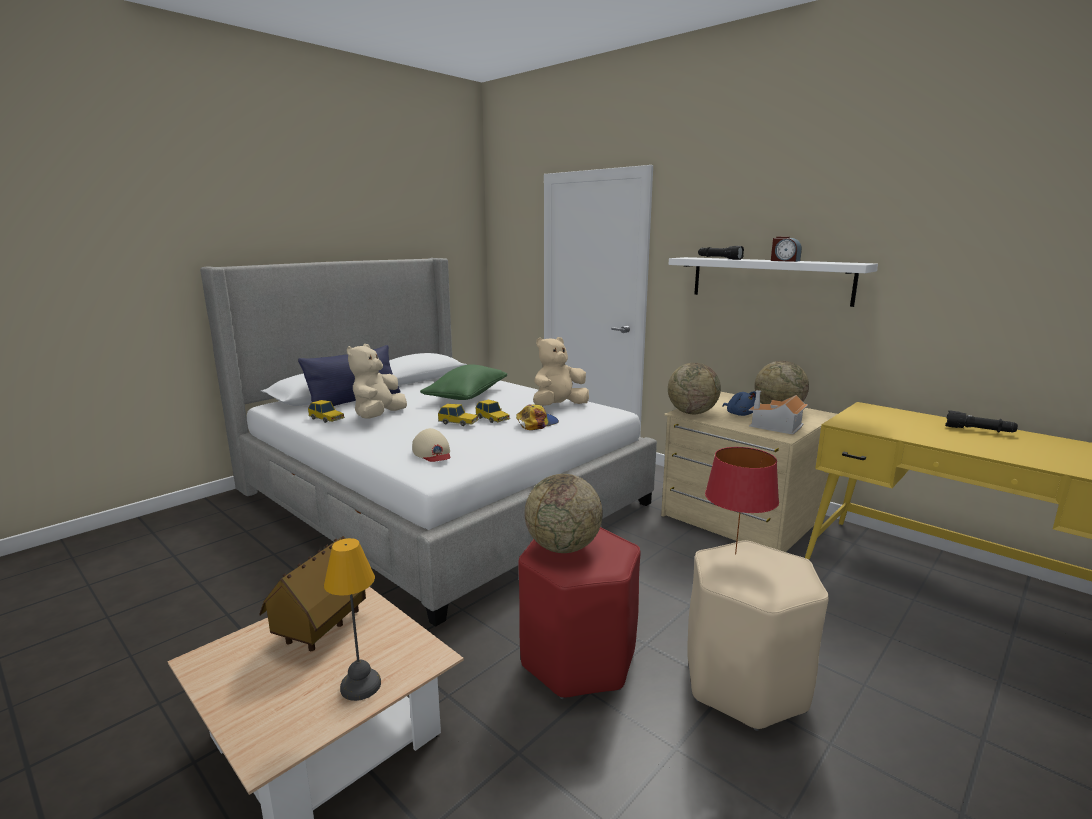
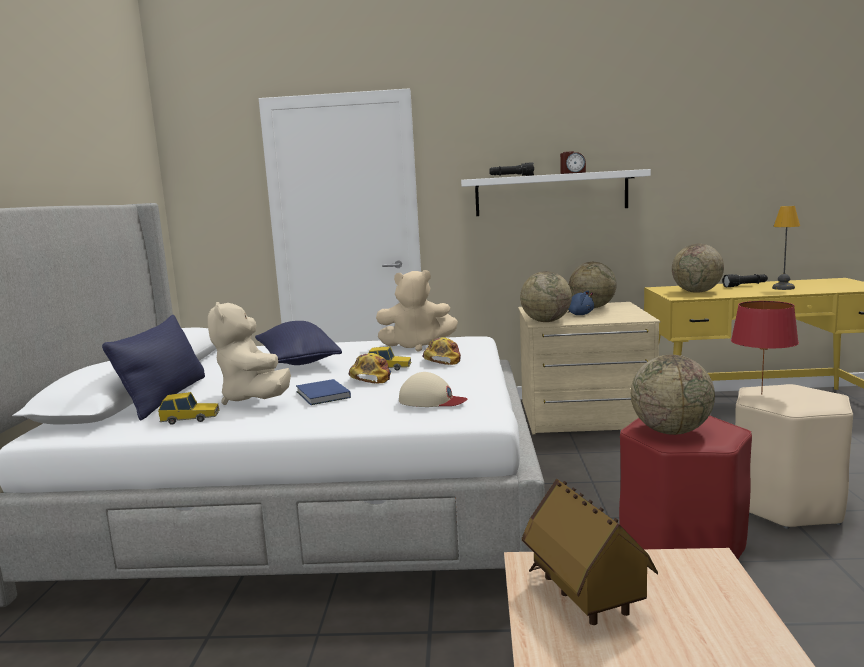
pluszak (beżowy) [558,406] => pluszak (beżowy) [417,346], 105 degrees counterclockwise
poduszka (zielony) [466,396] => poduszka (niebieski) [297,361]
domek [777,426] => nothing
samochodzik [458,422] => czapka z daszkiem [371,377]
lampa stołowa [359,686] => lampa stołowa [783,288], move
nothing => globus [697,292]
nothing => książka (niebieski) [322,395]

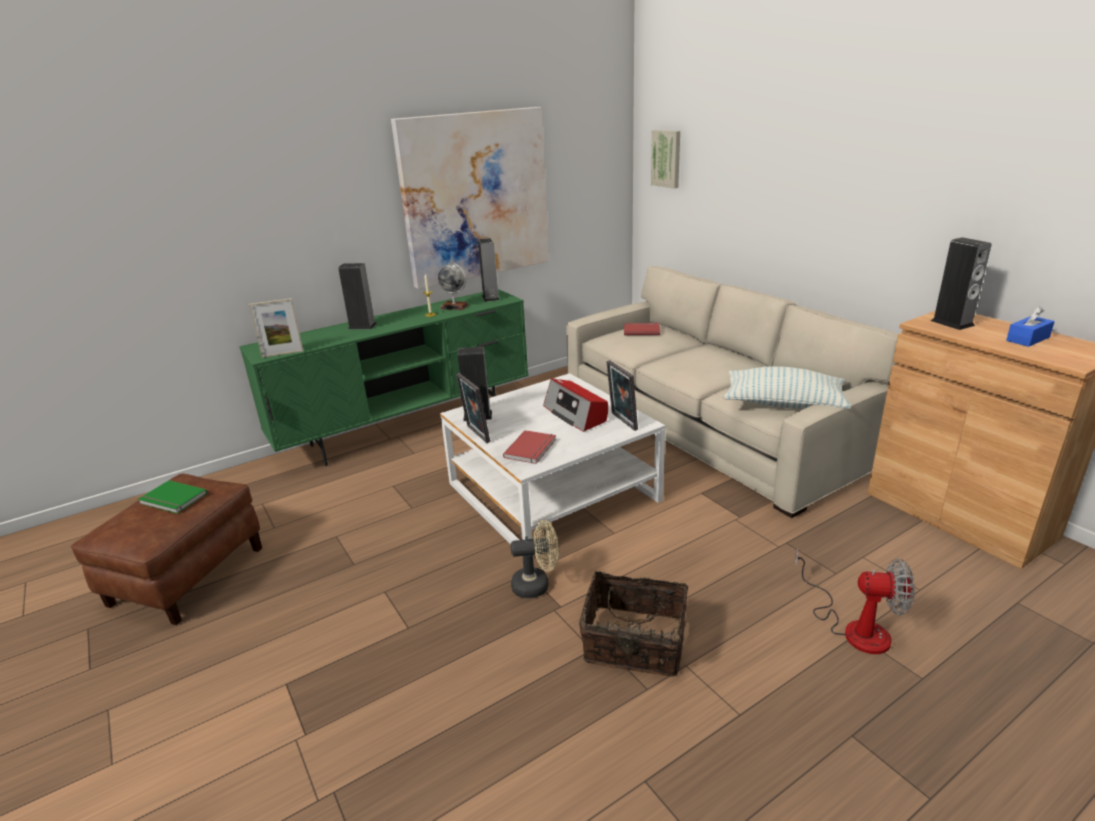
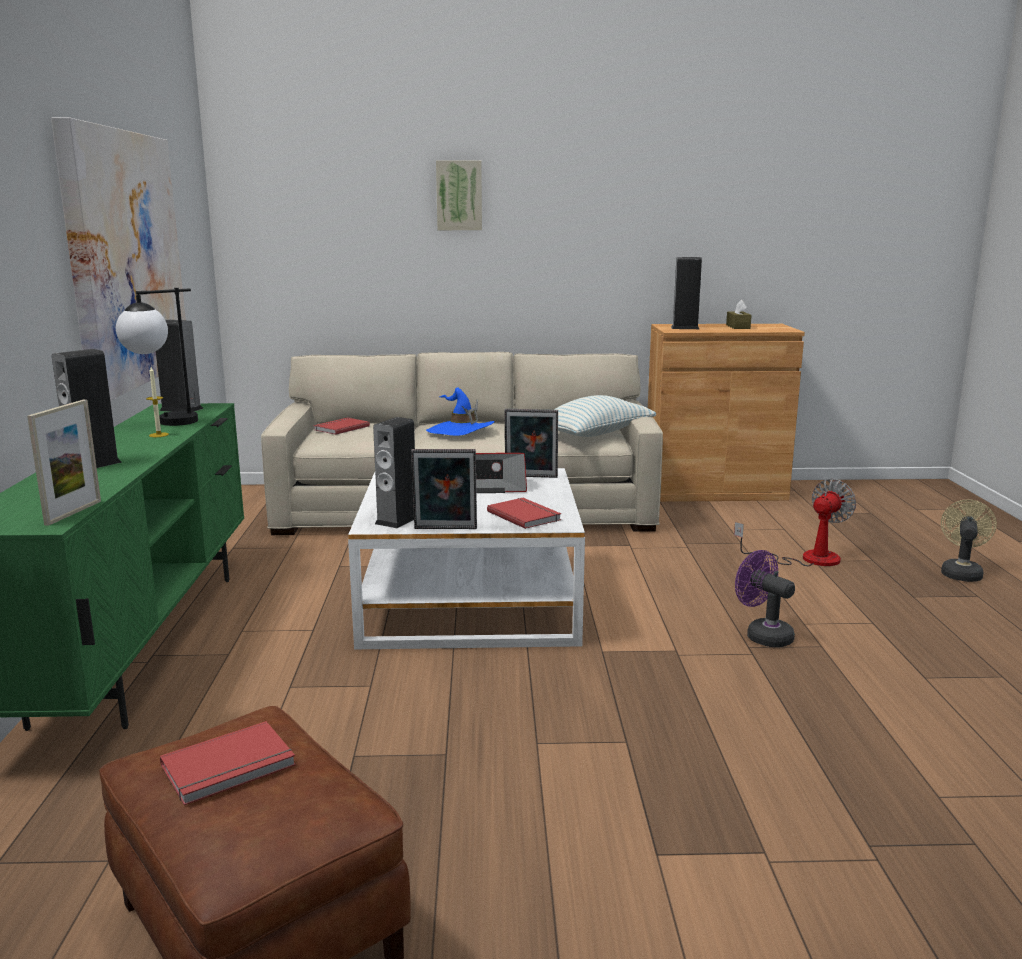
obraz [667,158] => obraz [459,195], move
globus [454,307] => lampa stołowa [163,424]
pudełko chusteczek (niebieski) [1027,339] => pudełko chusteczek (brązowy) [738,327]
książka (zielony) [172,500] => książka (czerwony) [230,767]
wentylator (beżowy) [537,585] => wentylator (beżowy) [961,572], move
koszyk [634,646] => wentylator (fioletowy) [763,635]
nothing => kapelusz (niebieski) [460,431]

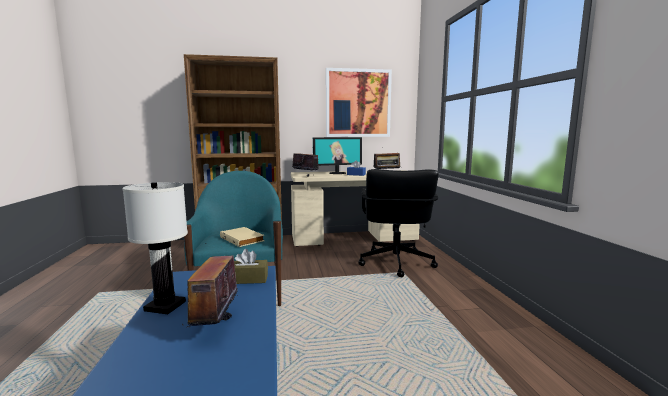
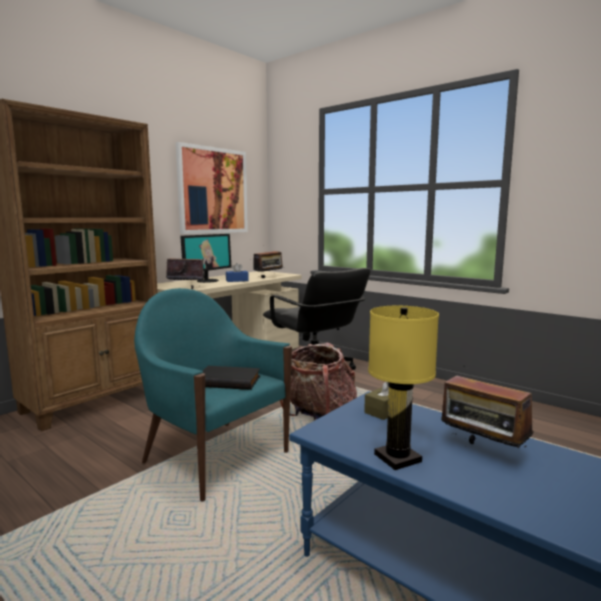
lampa stołowa (biały) [165,306] => lampa stołowa (żółty) [398,458]
książka (beżowy) [243,239] => książka (czarny) [229,381]
nothing => plecak [319,416]

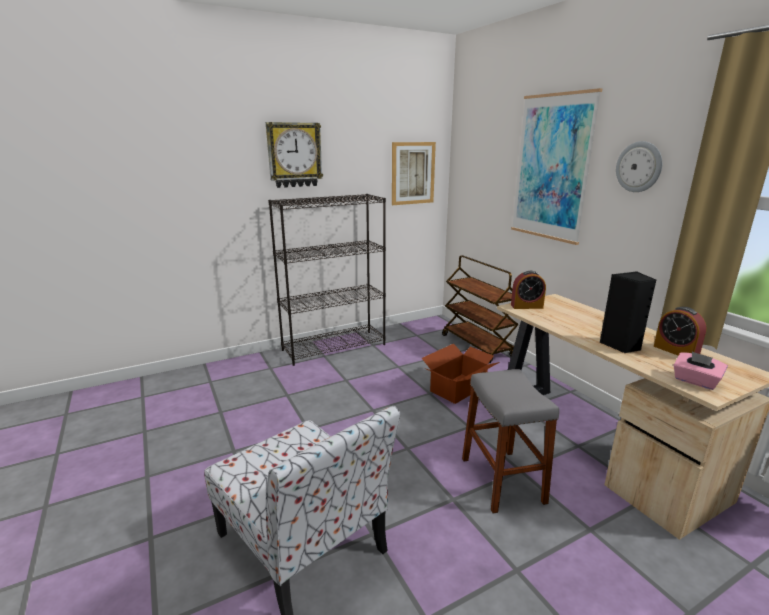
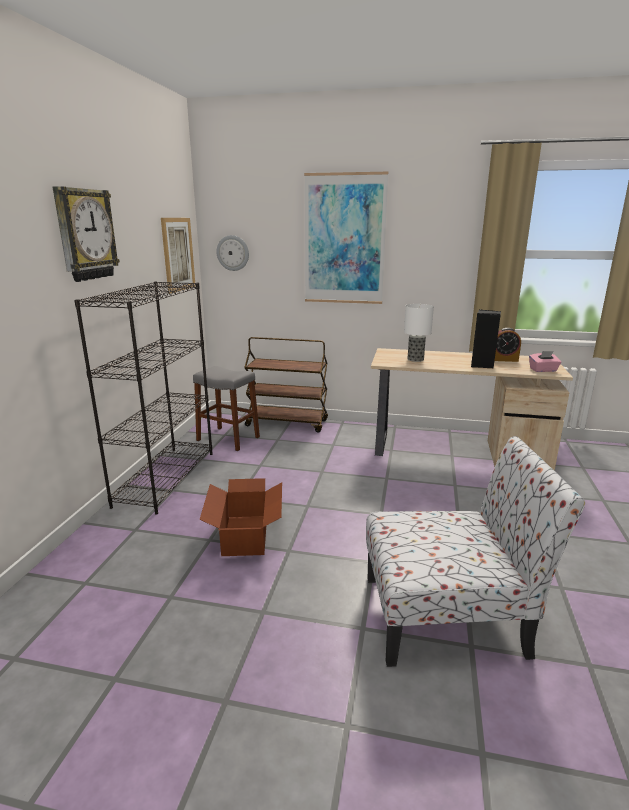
zegar ścienny [639,167] => zegar ścienny [233,253], move
budzik [526,306] => nothing
karton [459,388] => karton [246,535], move
stołek (szary) [502,480] => stołek (szary) [228,439], move
nothing => lampa stołowa [416,359]

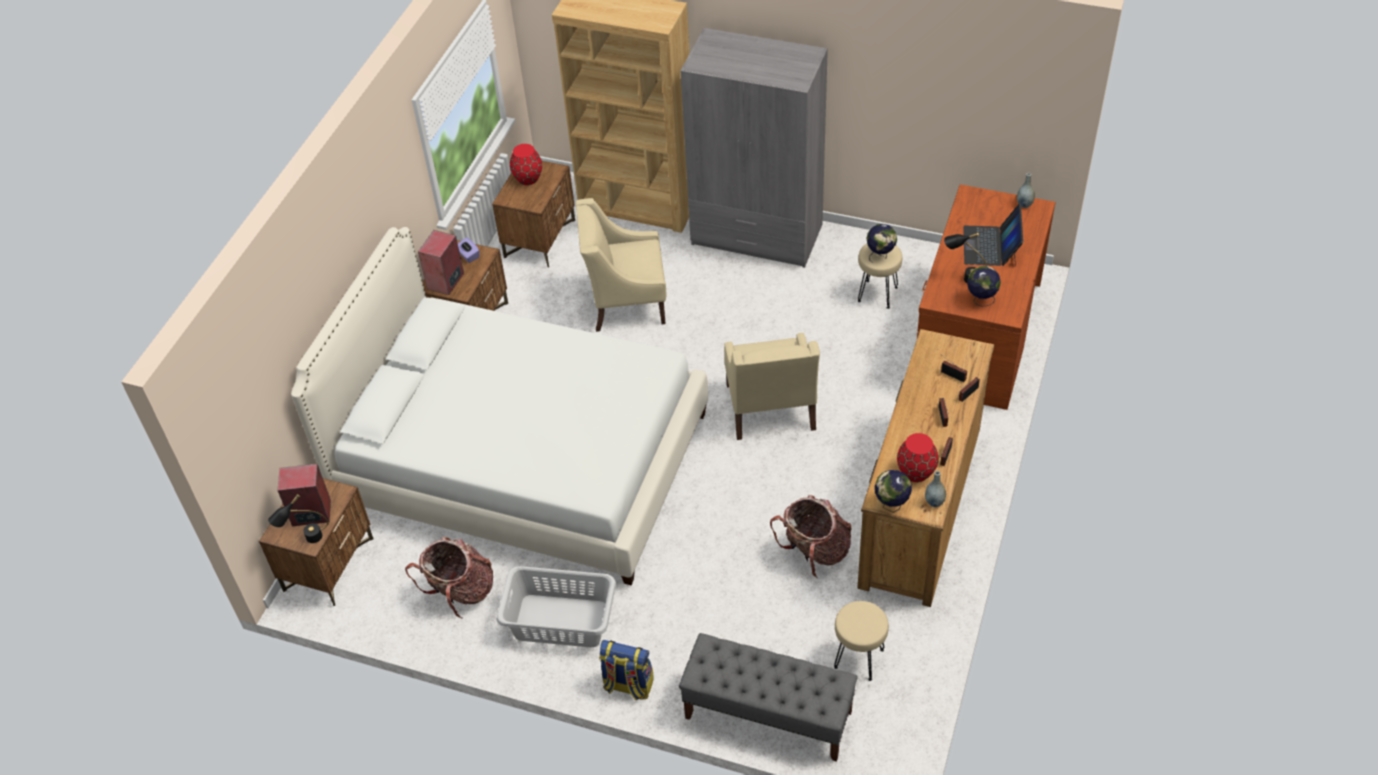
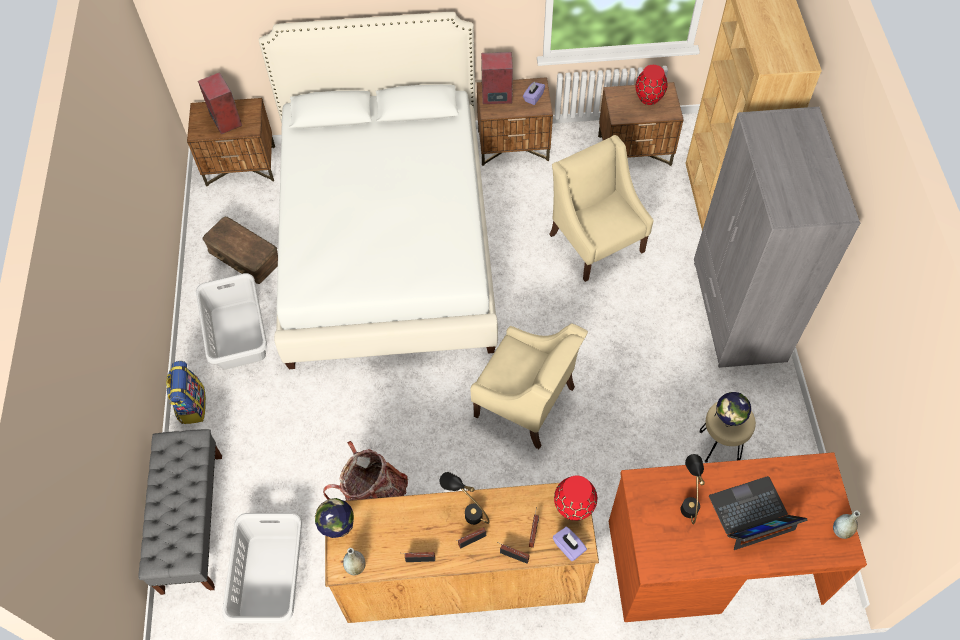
globus [981,300] => nothing
fotel (beżowy) [770,408] => fotel (beżowy) [525,402], 120 degrees counterclockwise
wazon (czerwony) [915,472] => wazon (czerwony) [574,506], move
lampa stołowa (czarny) [306,540] => lampa stołowa (czarny) [466,511], move
plecak [460,592] => pojemnik do przechowywania (brązowy) [243,256]
stołek (beżowy) [858,658] => kosz na pranie (szary) [271,577]
nothing => pudełko chusteczek (fioletowy) [569,547]

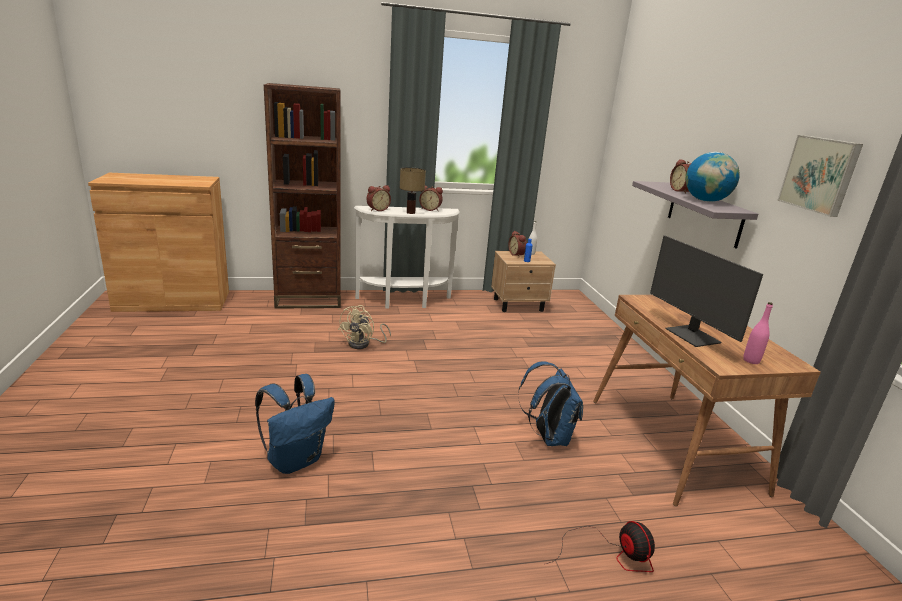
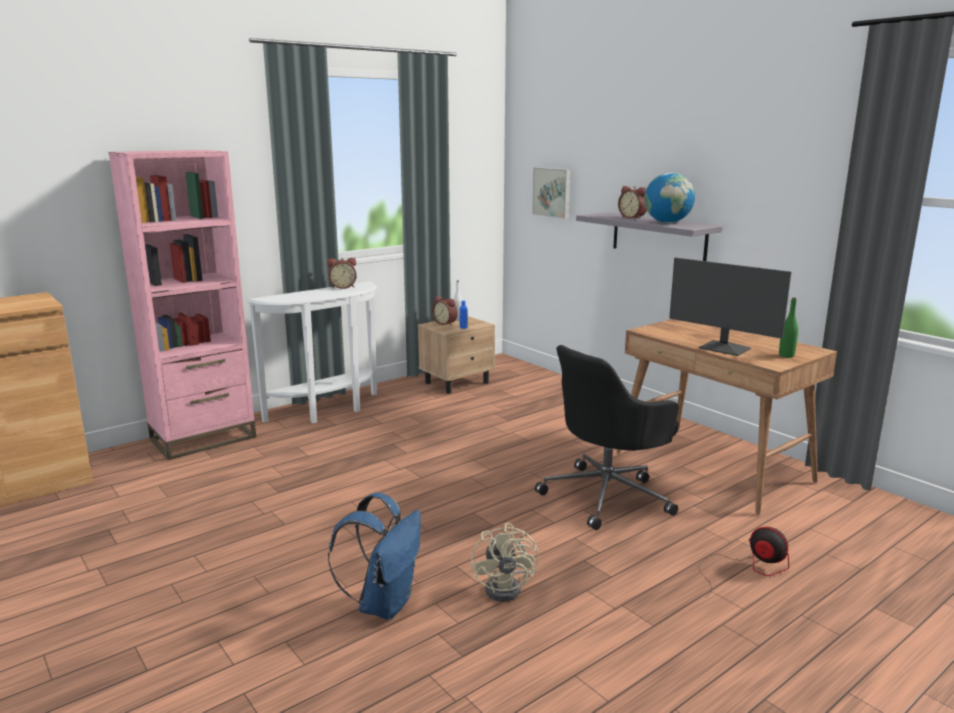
regał (brązowy) [308,299] => regał (różowy) [203,438]
obraz [820,174] => obraz [553,192], move
lampa stołowa [411,212] => nothing
budzik [377,209] => nothing
butelka (różowy) [751,360] => butelka (zielony) [786,355]
wentylator (beżowy) [363,344] => wentylator (beżowy) [508,587], move
plecak (niebieski) [548,437] => krzesło biurowe (czarny) [607,495]

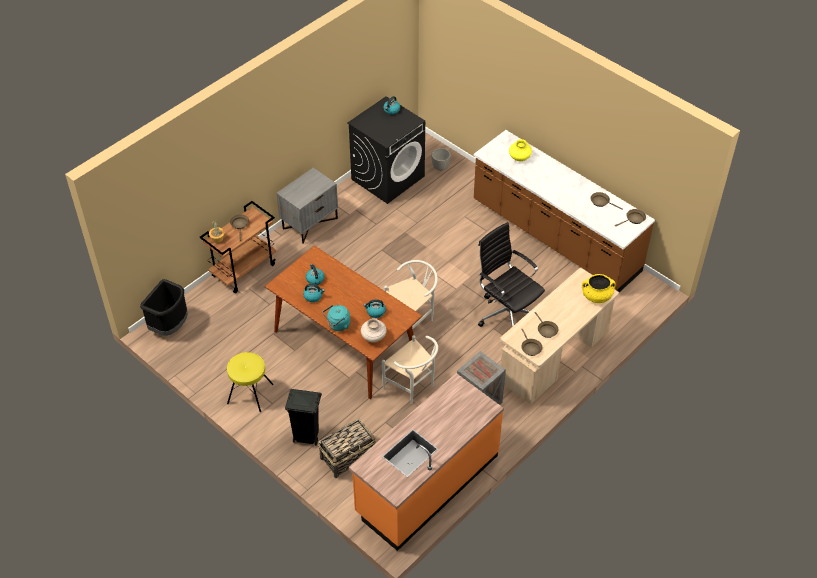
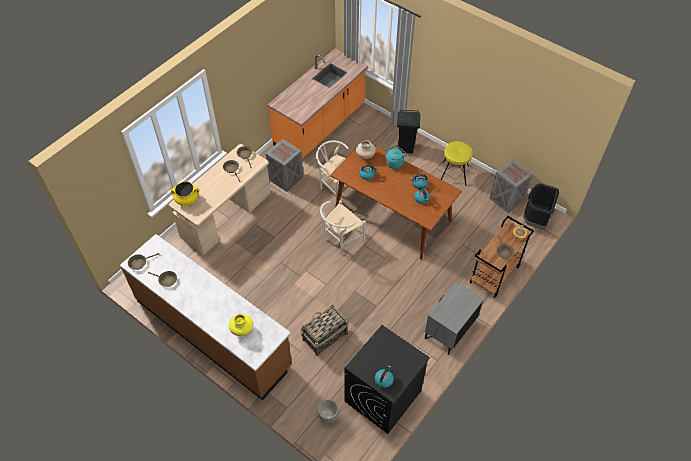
krzesło biurowe (czarny) [507,313] => nothing
koszyk [348,456] => koszyk [324,337], move
nothing => skrzynka [507,199]

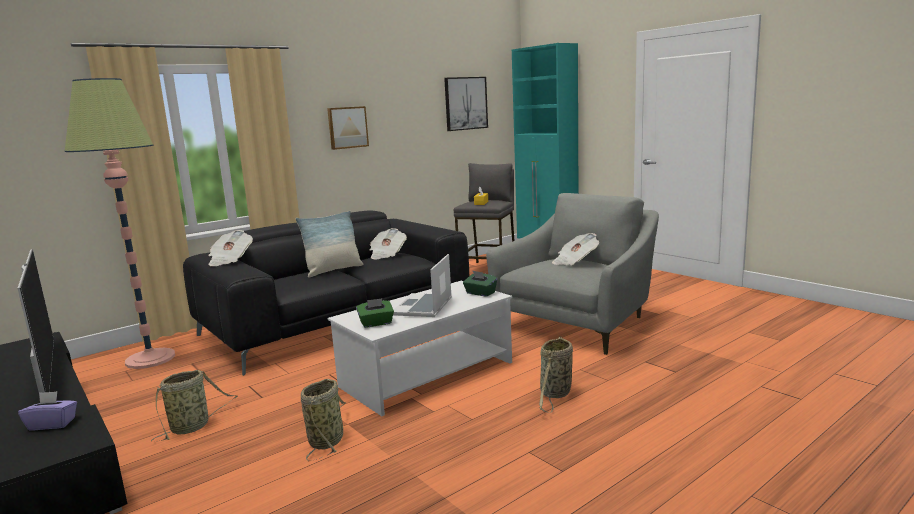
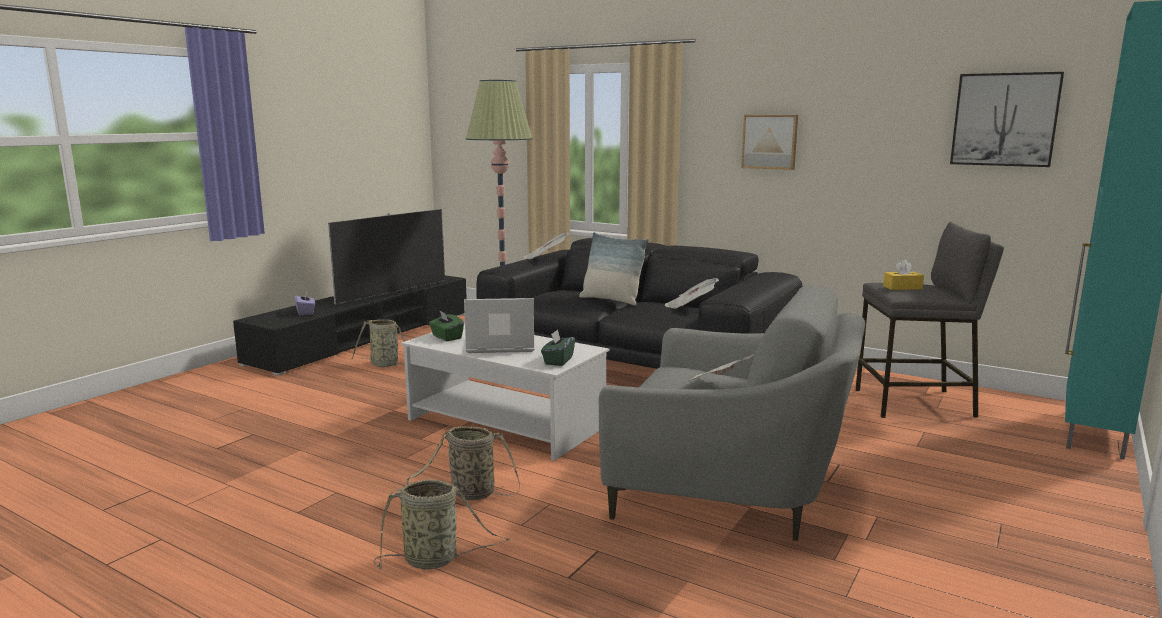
koszyk [327,440] => koszyk [435,560], move

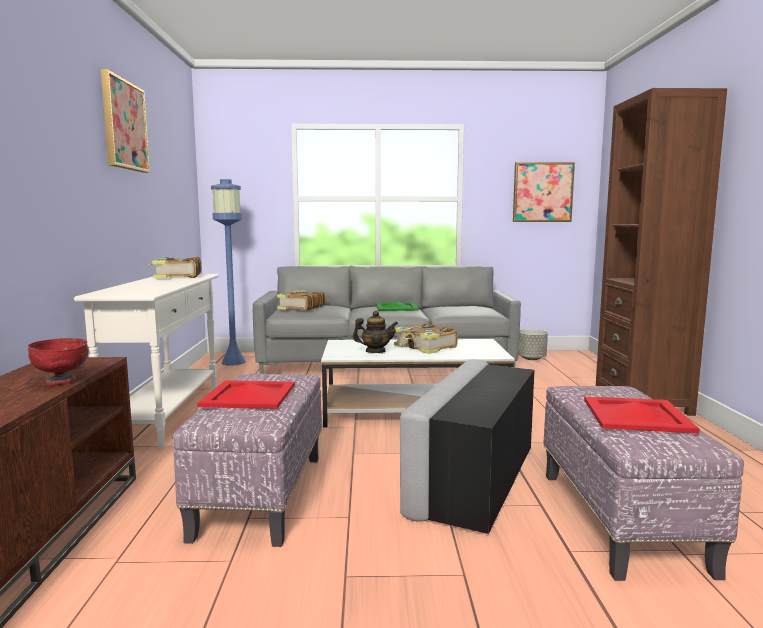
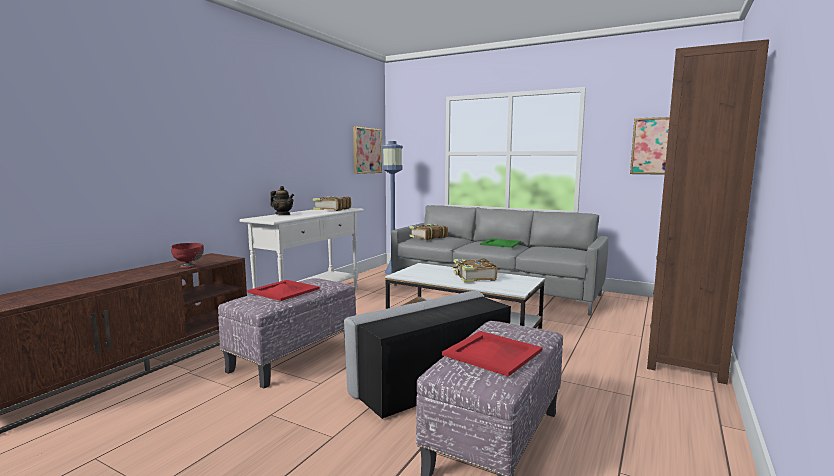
obraz [124,125] => obraz [366,150], move
imbryk [375,351] => imbryk [283,214], move
donica (szary) [531,358] => nothing

